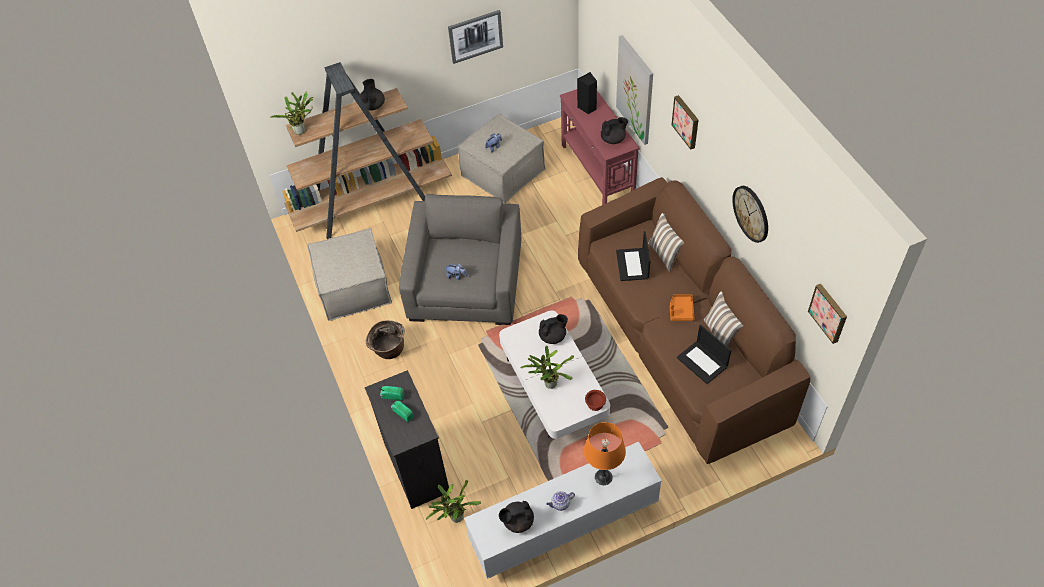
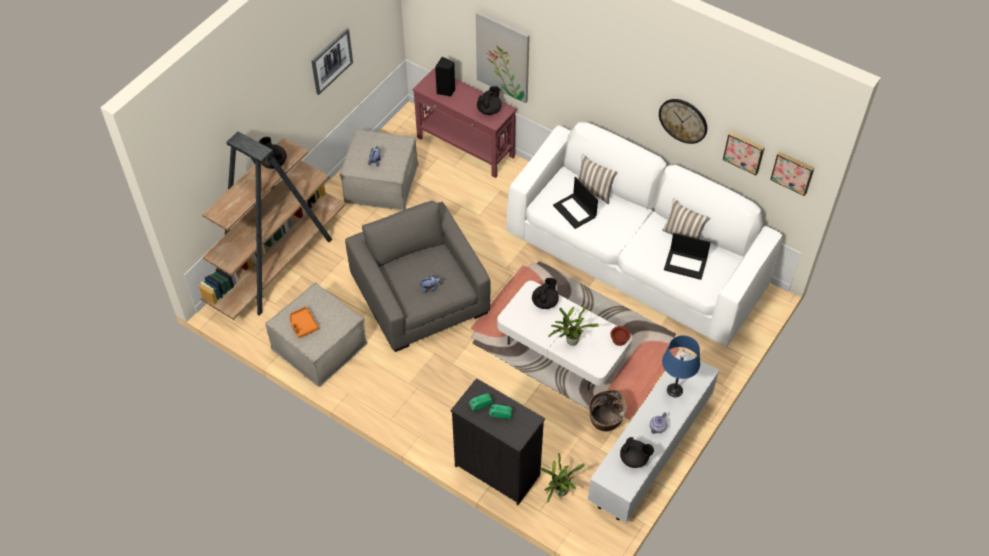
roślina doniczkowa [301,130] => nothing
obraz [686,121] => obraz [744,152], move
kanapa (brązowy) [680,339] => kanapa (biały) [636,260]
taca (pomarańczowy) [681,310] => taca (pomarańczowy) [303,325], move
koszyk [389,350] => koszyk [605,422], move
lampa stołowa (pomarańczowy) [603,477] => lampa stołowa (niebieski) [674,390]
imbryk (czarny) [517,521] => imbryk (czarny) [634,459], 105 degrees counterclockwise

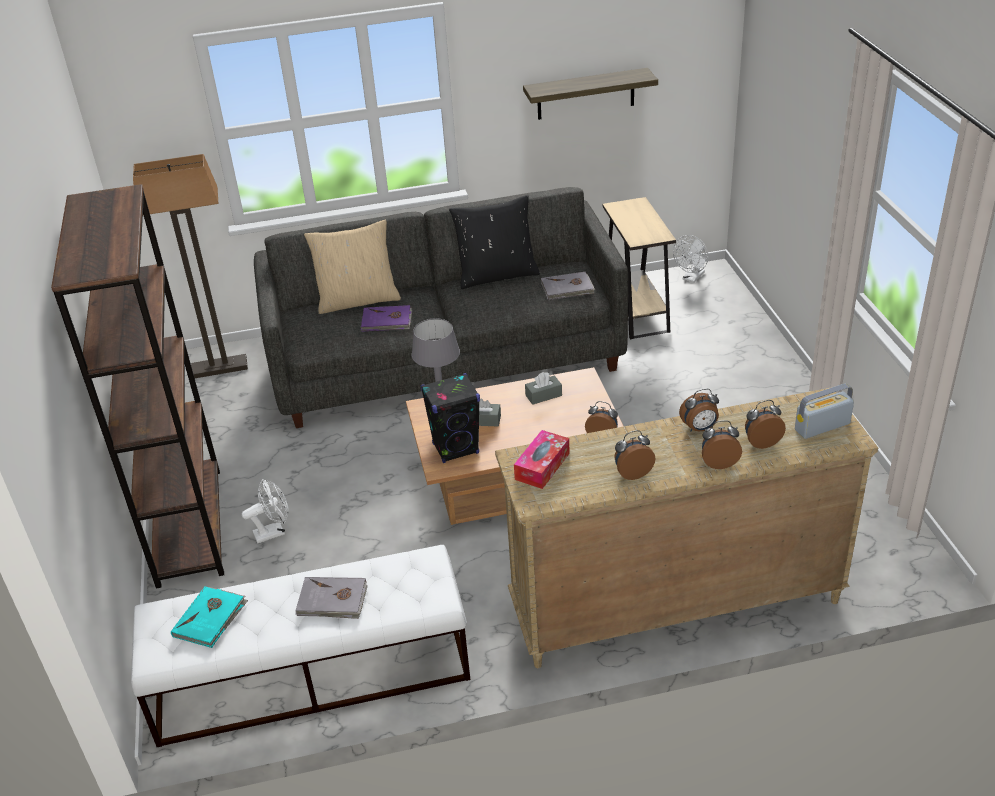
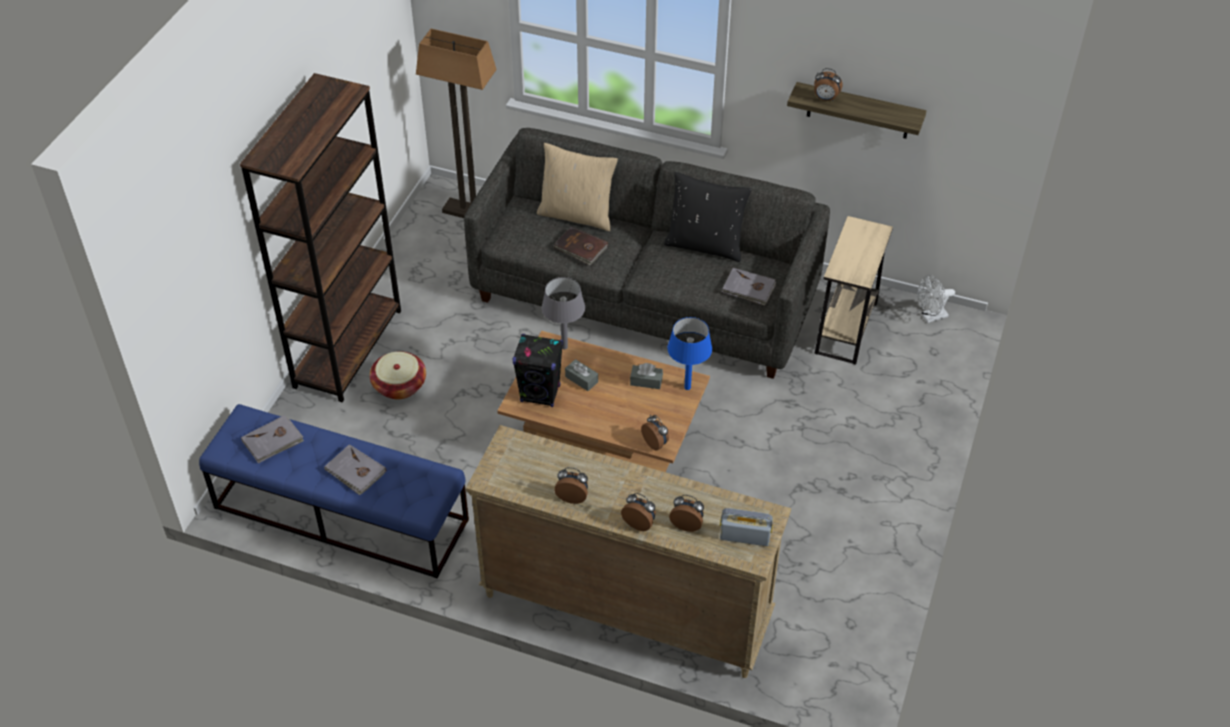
książka (fioletowy) [387,321] => książka (brązowy) [580,248]
budzik [699,428] => budzik [825,99], move
pudełko chusteczek [542,466] => nothing
wentylator (biały) [274,532] => koszyk [399,385]
ławka (biały) [311,676] => ławka (niebieski) [340,513]
książka (turkusowy) [210,619] => książka (szary) [273,441]
nothing => lampa stołowa (niebieski) [687,387]

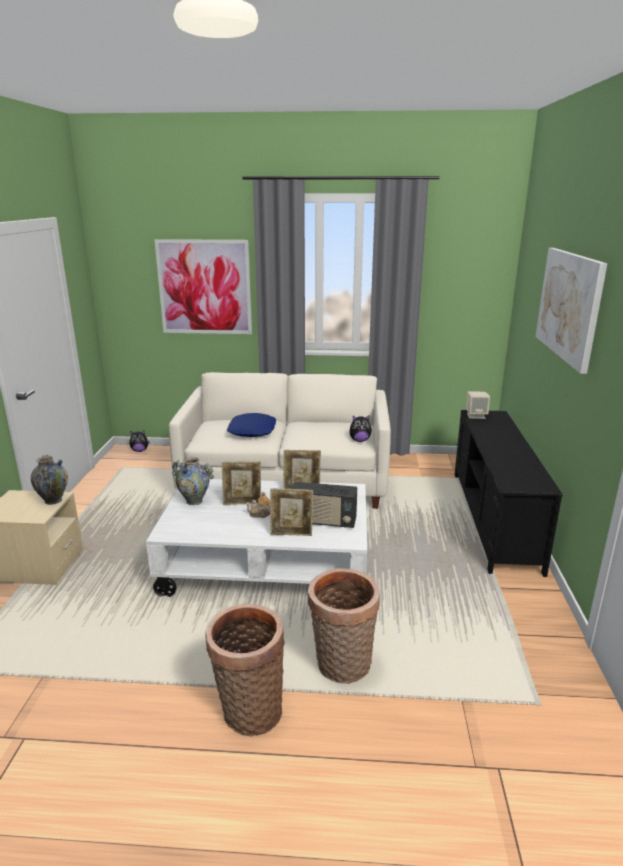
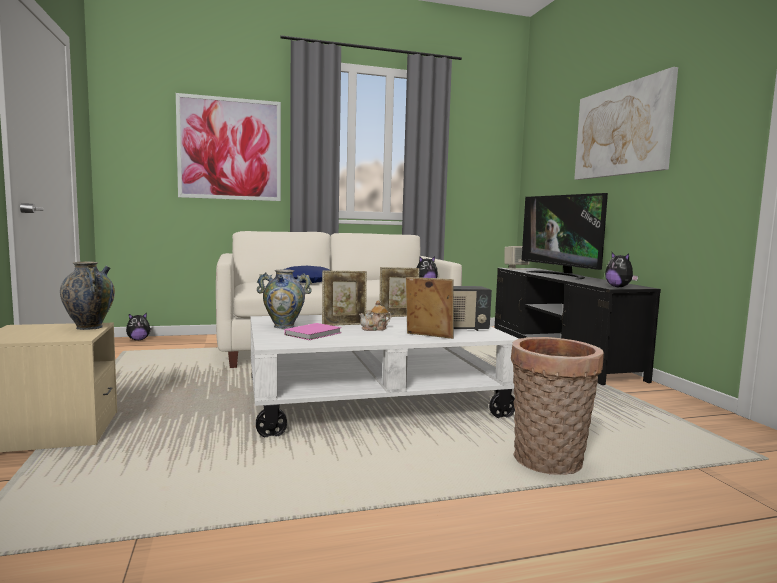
ramka na zdjęcie [291,534] => ramka na zdjęcie [428,336], 135 degrees counterclockwise
koszyk [248,711] => nothing
nothing => telewizor [561,275]
nothing => pluszak [619,287]
nothing => książka (różowy) [314,334]

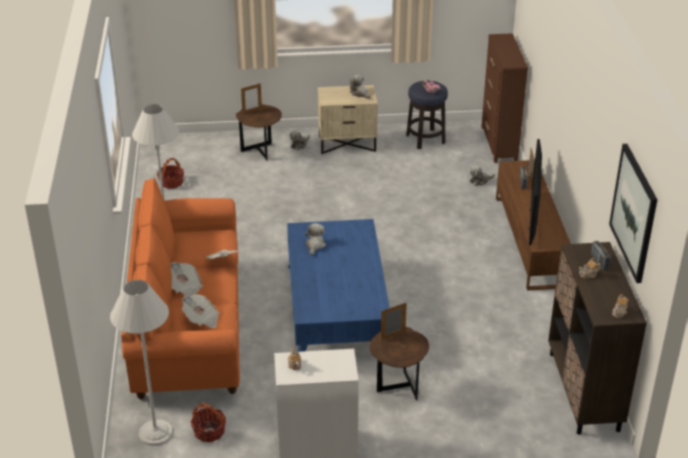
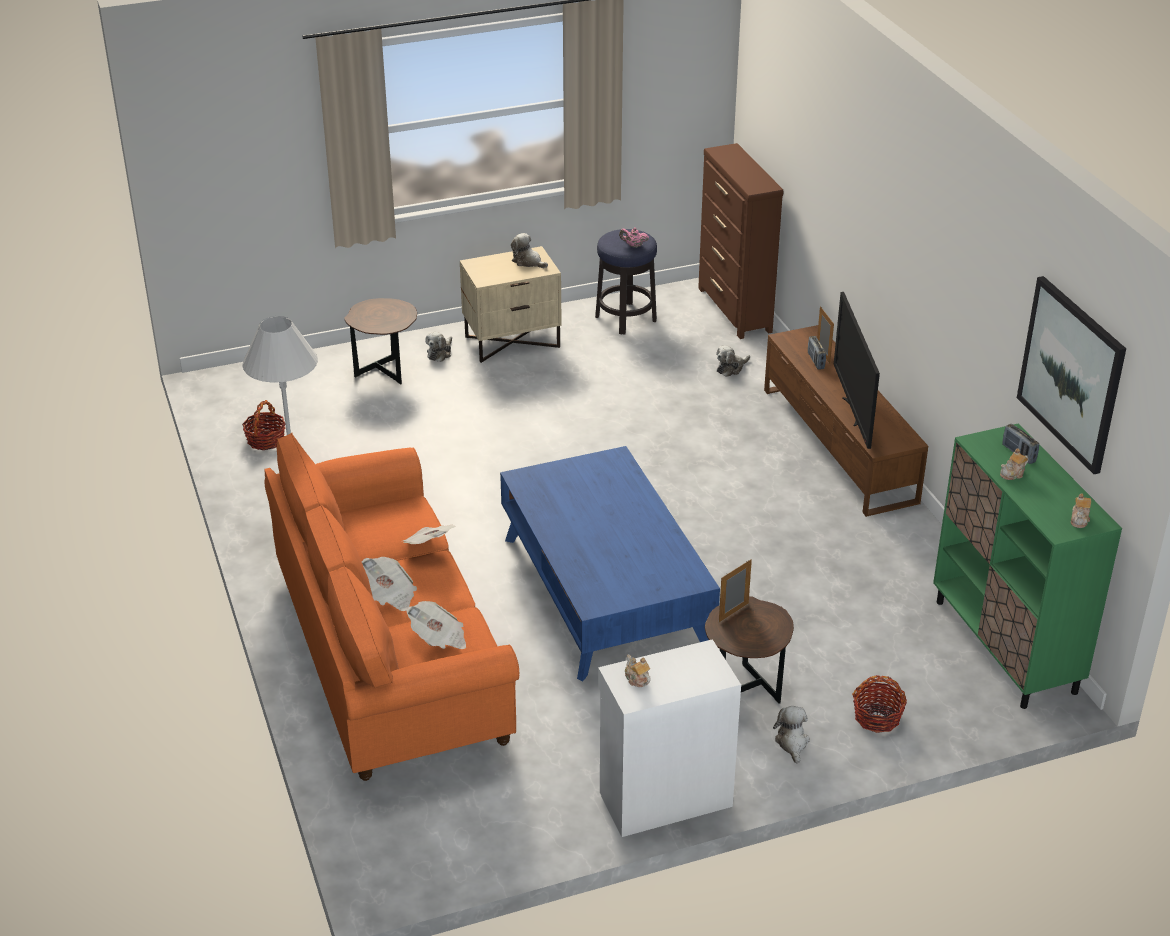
ramka na zdjęcie [252,111] => nothing
pluszak [315,245] => pluszak [792,743], move
szafka (brązowy) [584,391] => szafka (zielony) [1005,647]
lampa stojąca (biały) [155,433] => nothing
koszyk [209,431] => koszyk [877,717], move

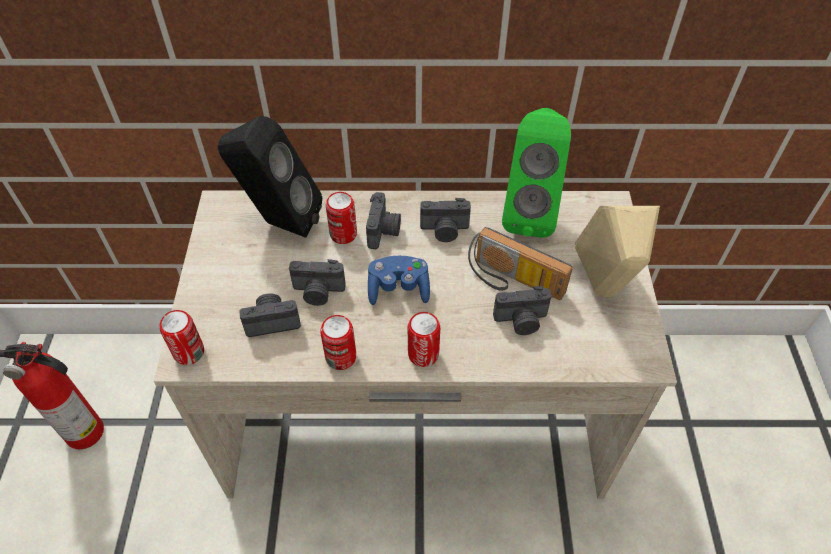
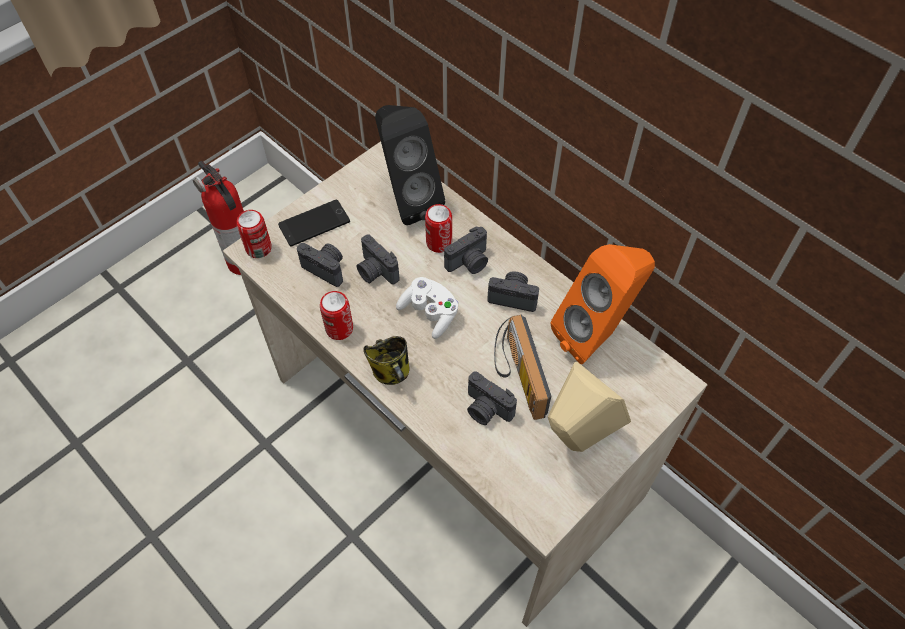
głośnik (zielony) [529,213] => głośnik (pomarańczowy) [596,335]
aparat fotograficzny [444,230] => aparat fotograficzny [513,297], 150 degrees clockwise
pad do gier (niebieski) [398,289] => pad do gier (biały) [429,313]
puszka [423,354] => kubek [392,373]
nothing => telefon [314,223]

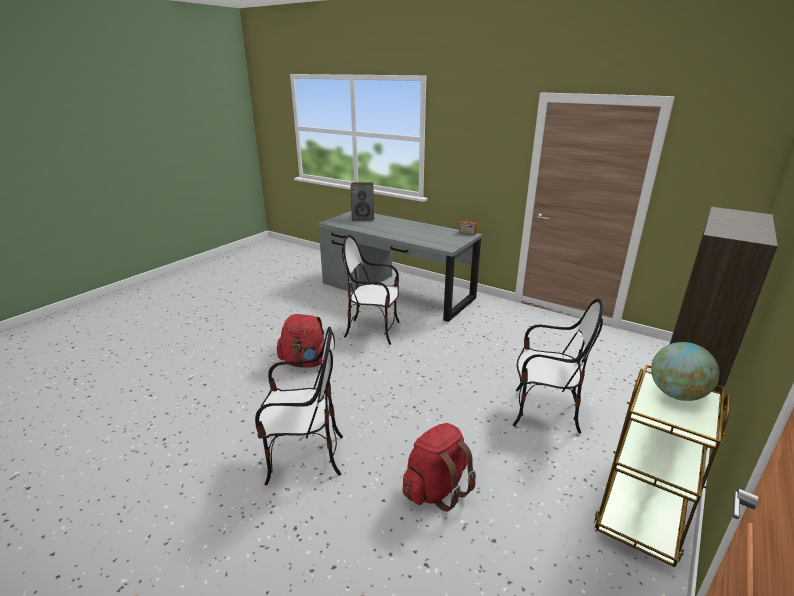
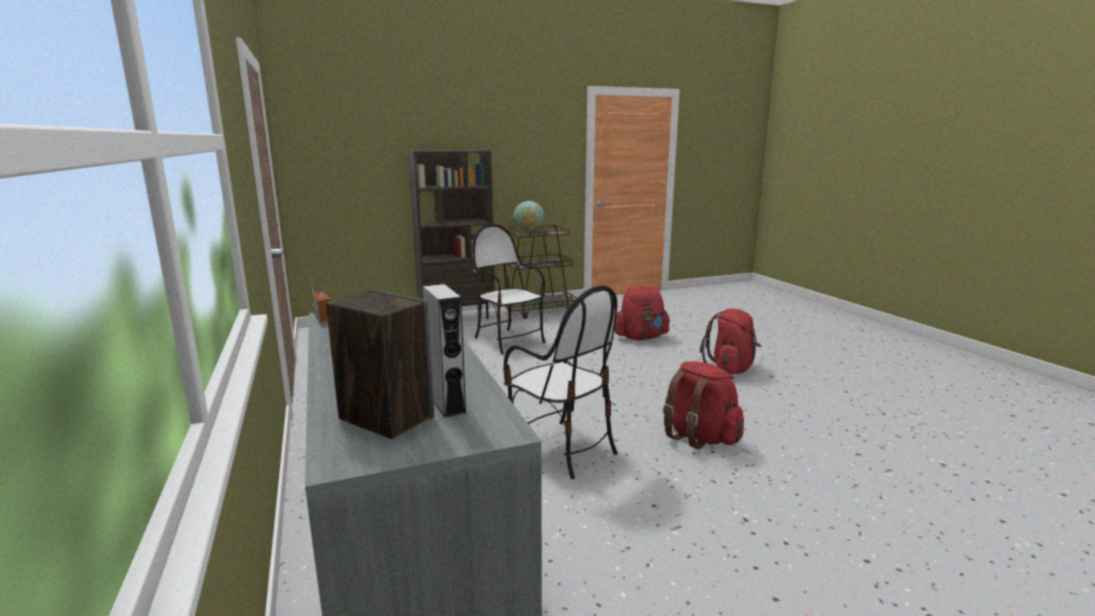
krzesło [304,457] => plecak (czerwony) [730,369]
nothing => głośnik (szary) [447,403]

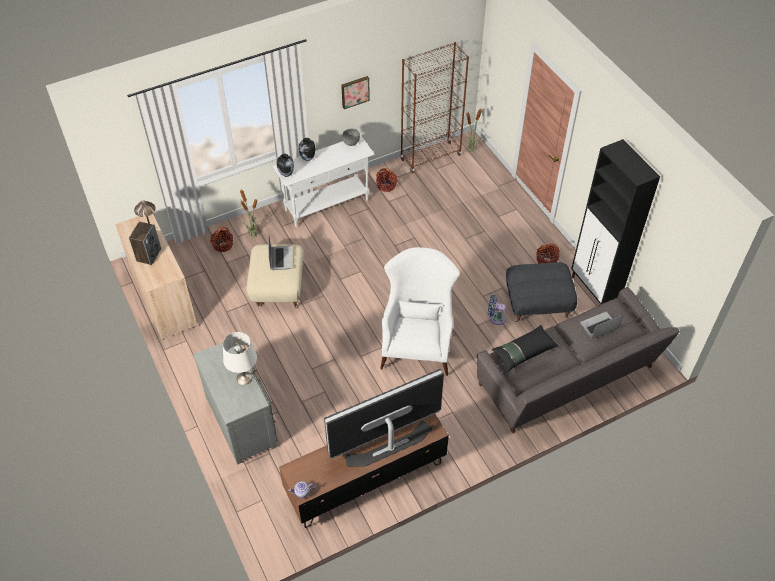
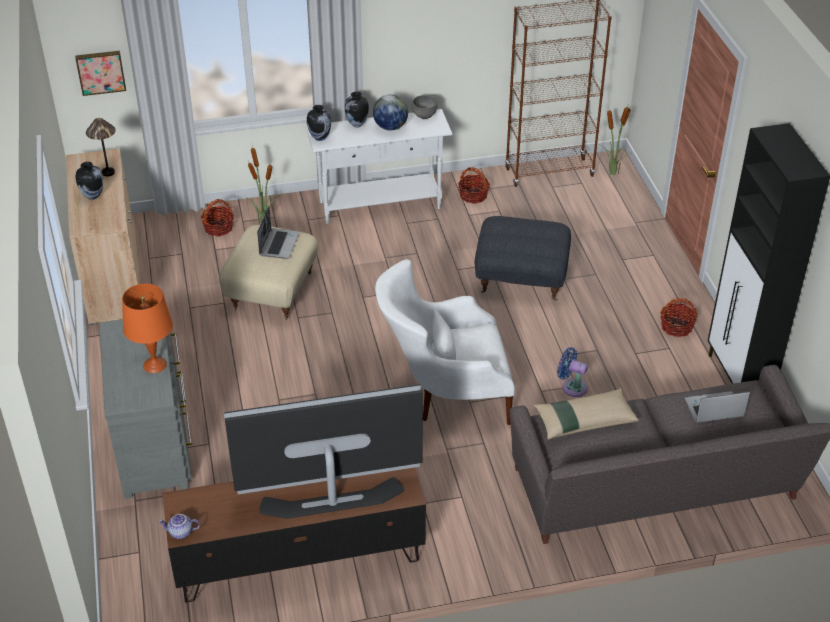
obraz [354,91] => obraz [101,72], move
głośnik [148,255] => wazon [92,196]
fotel (biały) [417,341] => fotel (biały) [444,394], 120 degrees counterclockwise
pufa (szary) [538,303] => pufa (szary) [521,278], move
poduszka (czarny) [524,351] => poduszka (beżowy) [584,420]
lampa stołowa (biały) [244,378] => lampa stołowa (pomarańczowy) [155,365]
nothing => globus [390,127]

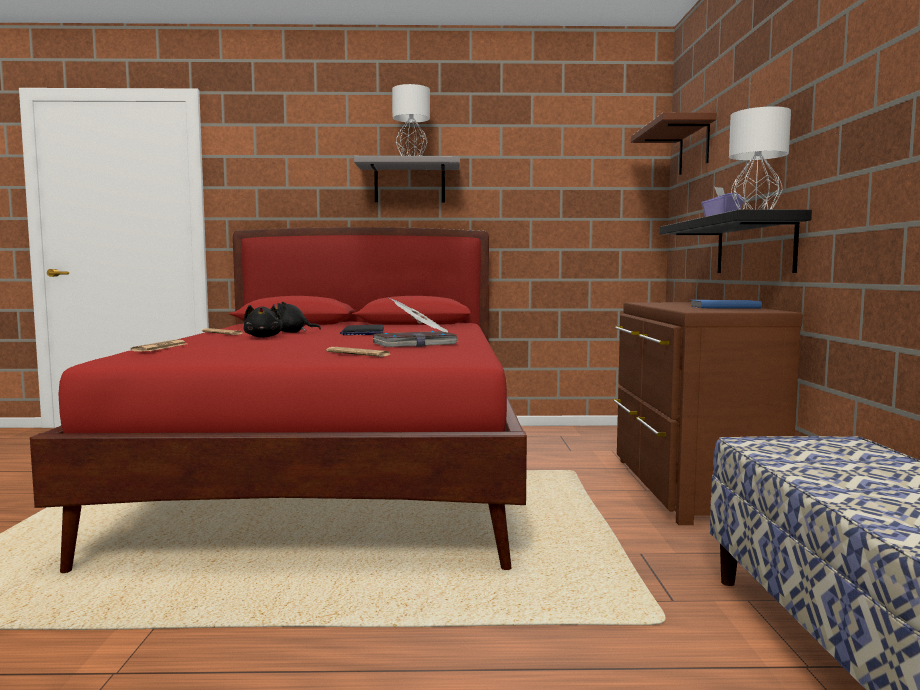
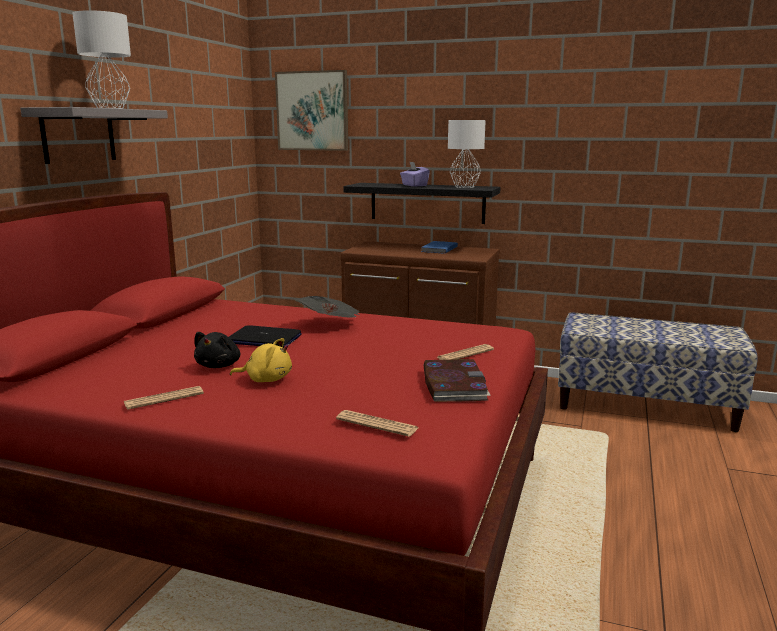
półka (brązowy) [694,147] => obraz [312,111]
pluszak (czarny) [263,337] => pluszak (żółty) [266,379]
książka [415,344] => książka [453,384], move

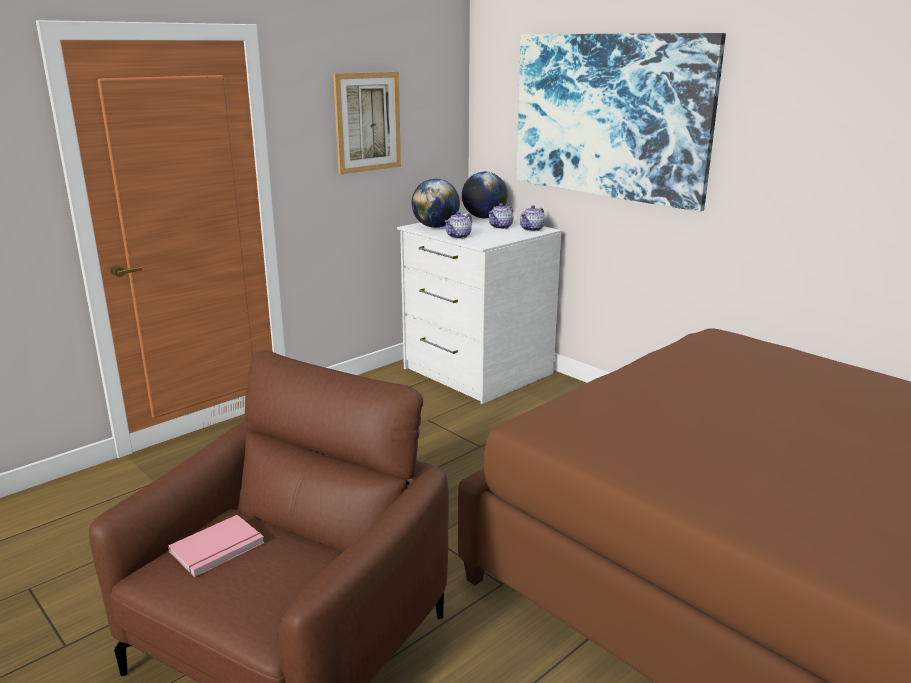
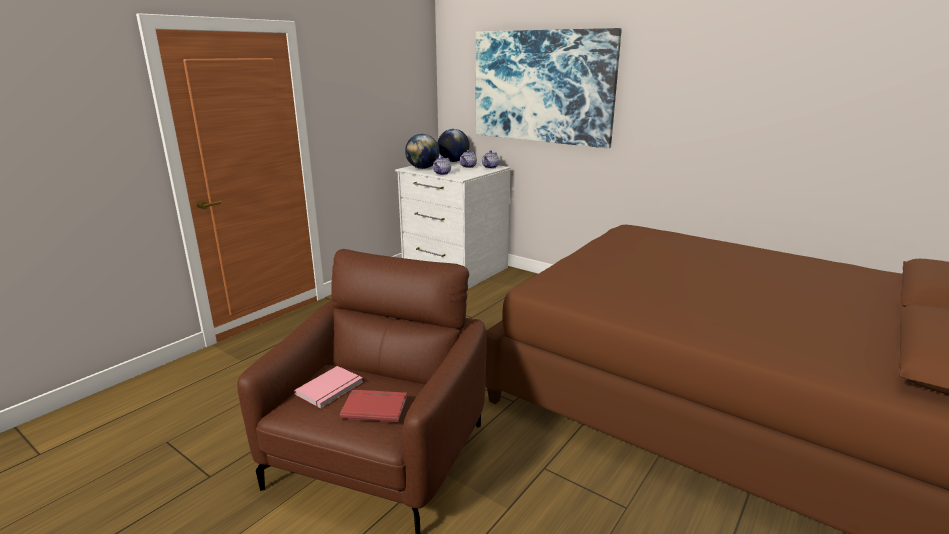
obraz [367,122] => nothing
nothing => książka (czerwony) [374,406]

